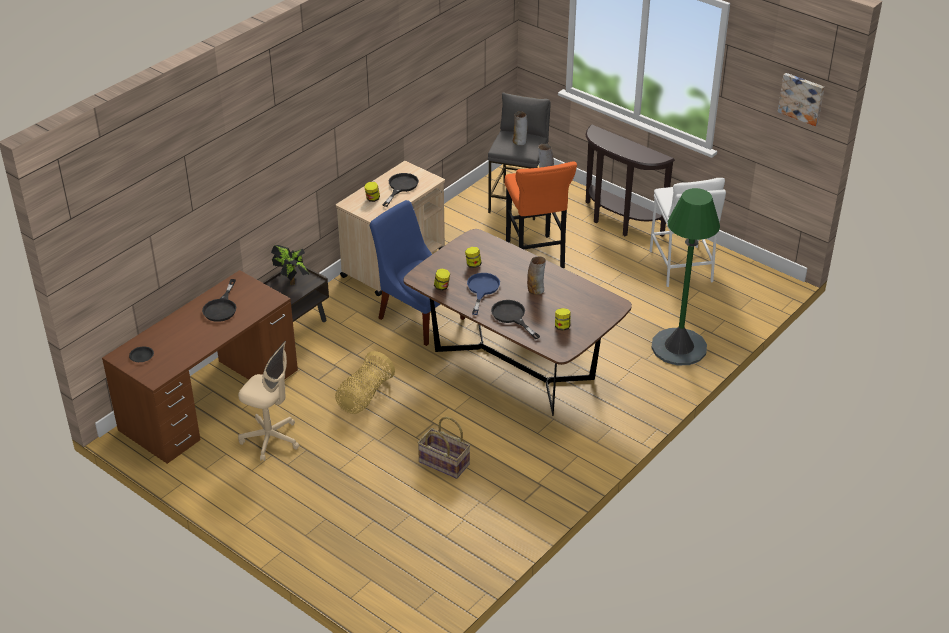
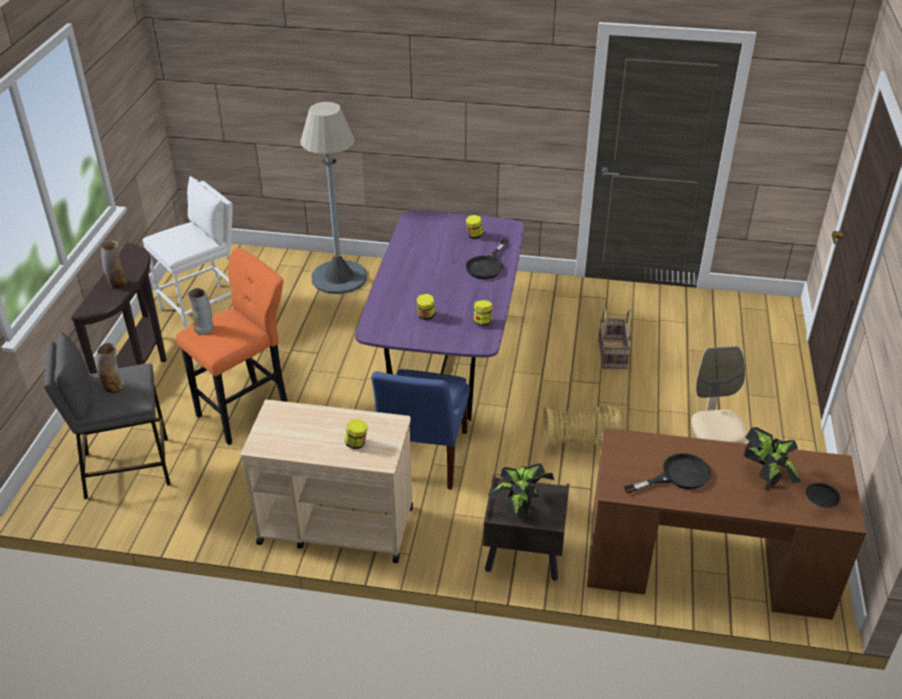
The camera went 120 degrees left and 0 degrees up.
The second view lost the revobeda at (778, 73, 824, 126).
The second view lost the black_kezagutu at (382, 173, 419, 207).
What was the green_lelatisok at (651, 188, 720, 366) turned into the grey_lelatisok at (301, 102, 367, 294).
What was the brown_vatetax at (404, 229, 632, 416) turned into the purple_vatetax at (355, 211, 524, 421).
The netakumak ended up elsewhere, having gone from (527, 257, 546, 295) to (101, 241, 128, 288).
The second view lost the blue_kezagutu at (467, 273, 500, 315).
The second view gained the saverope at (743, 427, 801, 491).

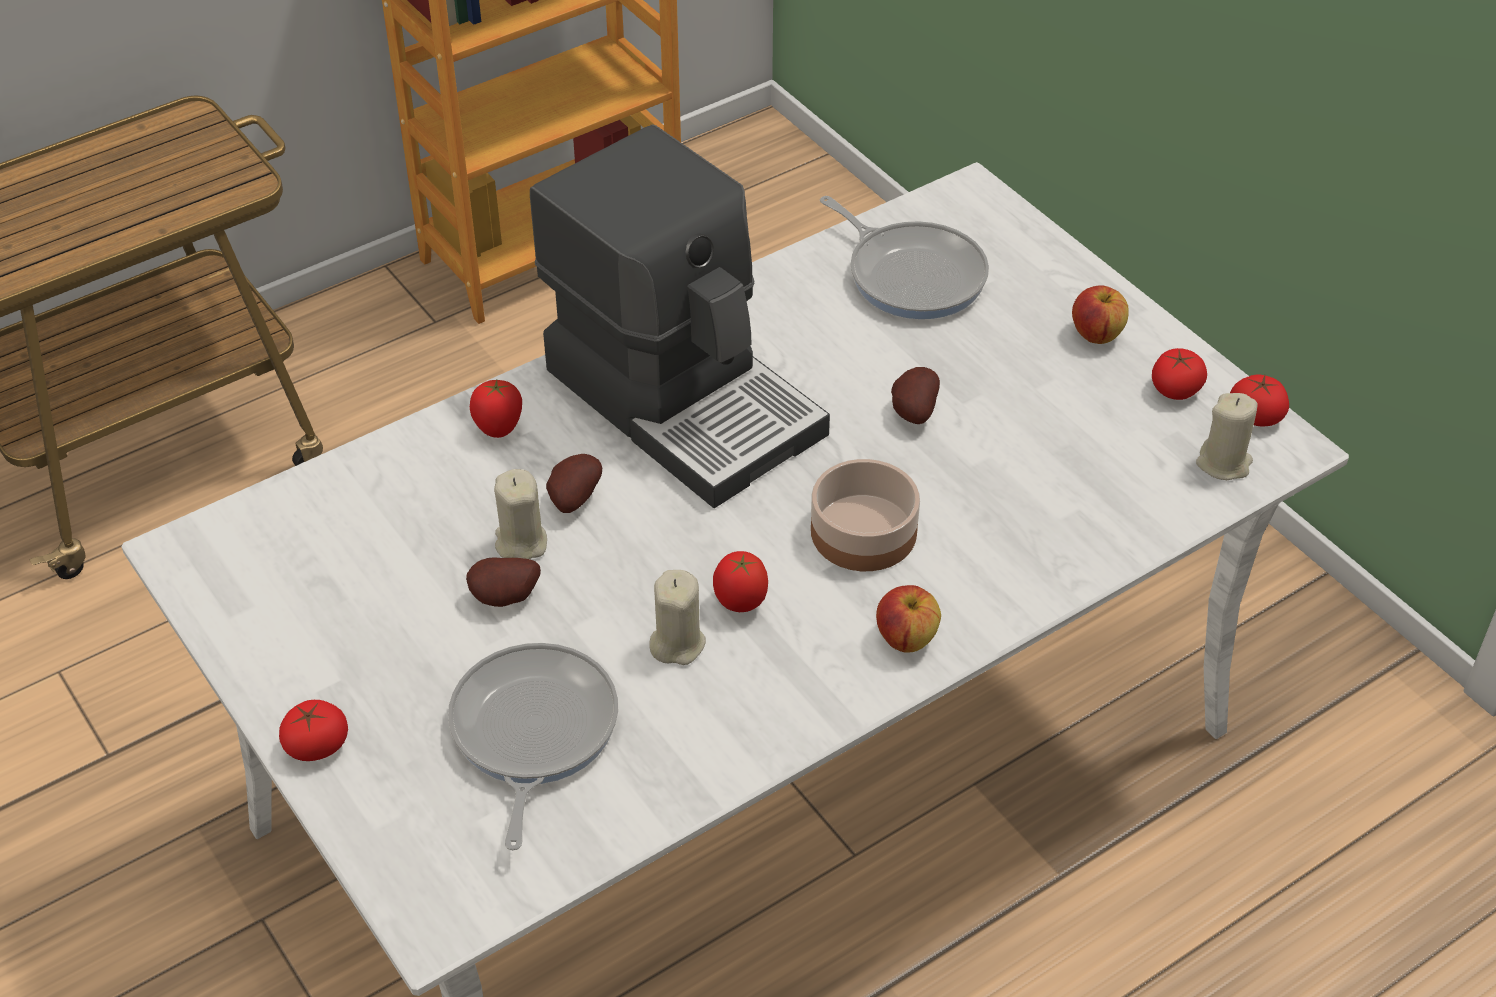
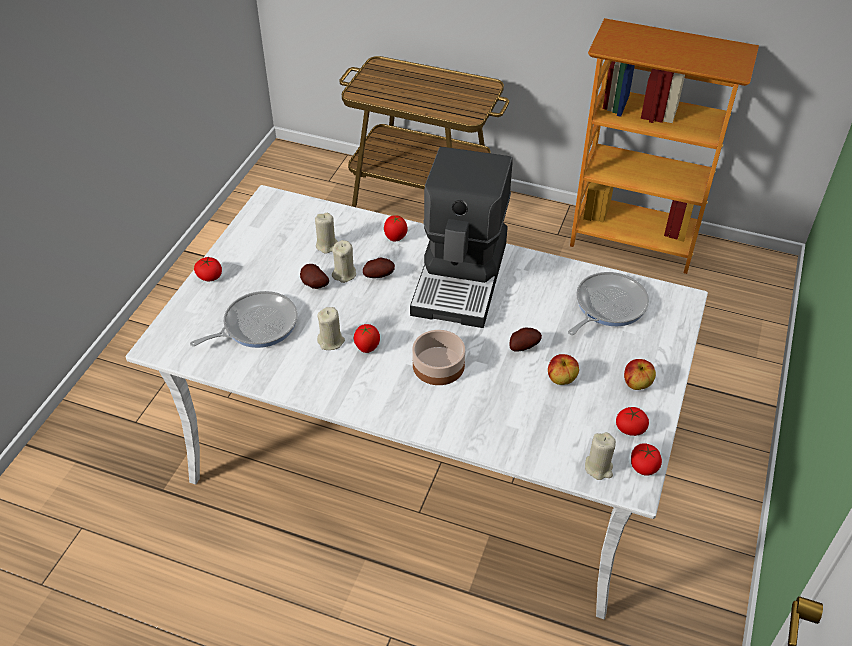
The camera went 55 degrees right and 0 degrees up.
The kezagutu at (820, 196, 989, 319) ended up facing another way, 150 degrees counterclockwise from before.
The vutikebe ended up elsewhere, having gone from (876, 585, 941, 653) to (548, 354, 579, 385).
The second view gained the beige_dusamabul at (315, 213, 338, 254).

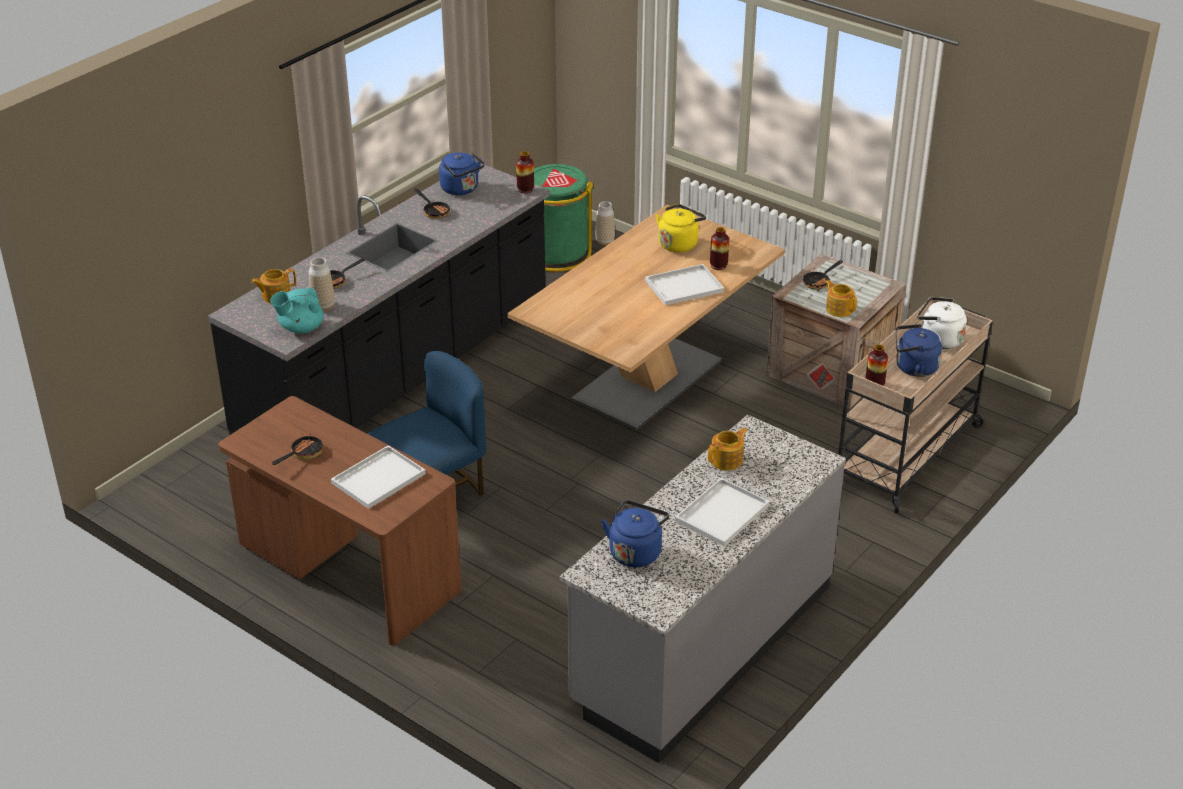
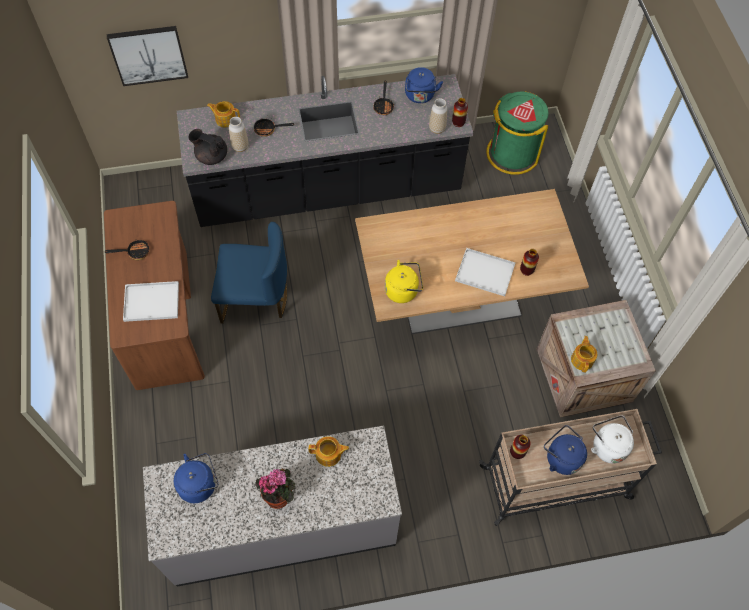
The camera went 40 degrees right and 25 degrees up.
The netakumak ended up elsewhere, having gone from (595, 201, 615, 246) to (429, 98, 447, 134).
The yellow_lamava ended up elsewhere, having gone from (656, 204, 706, 252) to (385, 260, 423, 303).
The second view lost the kezagutu at (803, 260, 843, 289).
What was the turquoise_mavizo at (271, 287, 324, 333) turned into the black_mavizo at (189, 129, 227, 165).
Where the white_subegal stood at (675, 478, 770, 546), the saverope came to stand at (255, 467, 295, 509).
The second view gained the revobeda at (107, 26, 188, 86).

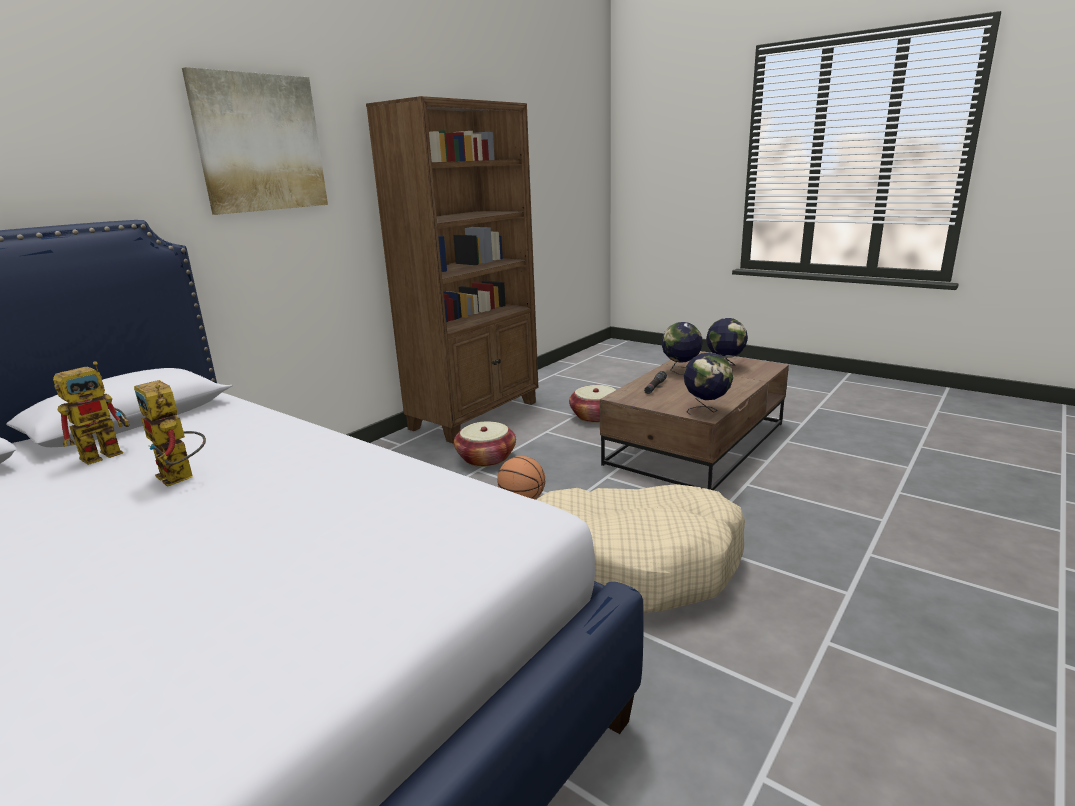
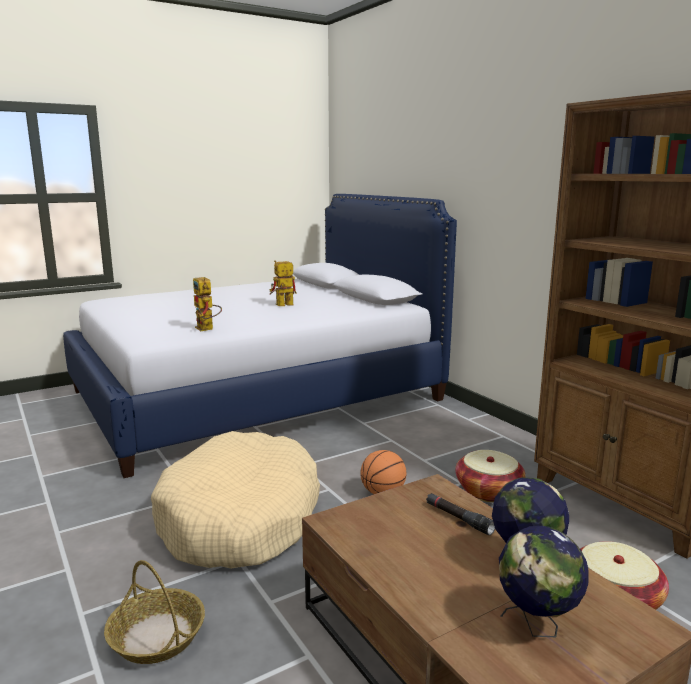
The camera went 110 degrees right and 5 degrees down.
The second view lost the revobeda at (182, 67, 328, 215).
The second view lost the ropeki at (684, 352, 733, 415).
The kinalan ended up elsewhere, having gone from (53, 361, 130, 465) to (193, 277, 222, 331).
The second view gained the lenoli at (104, 560, 205, 664).

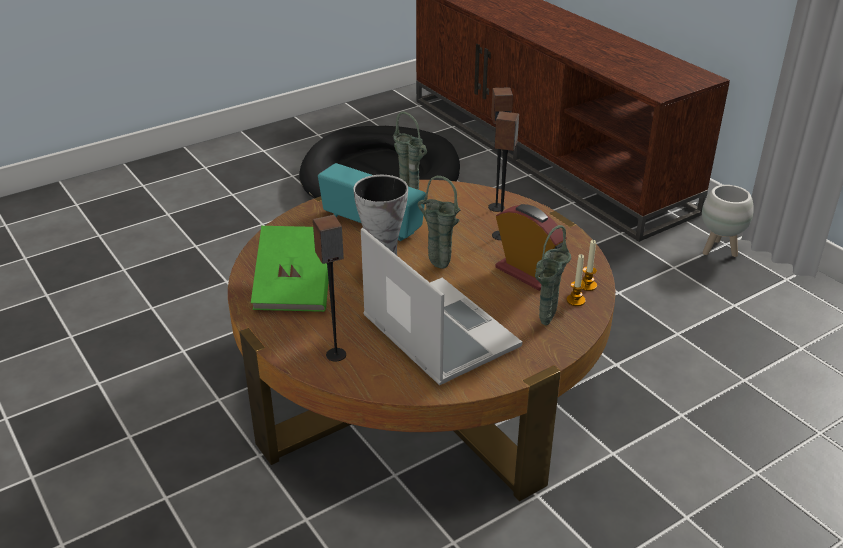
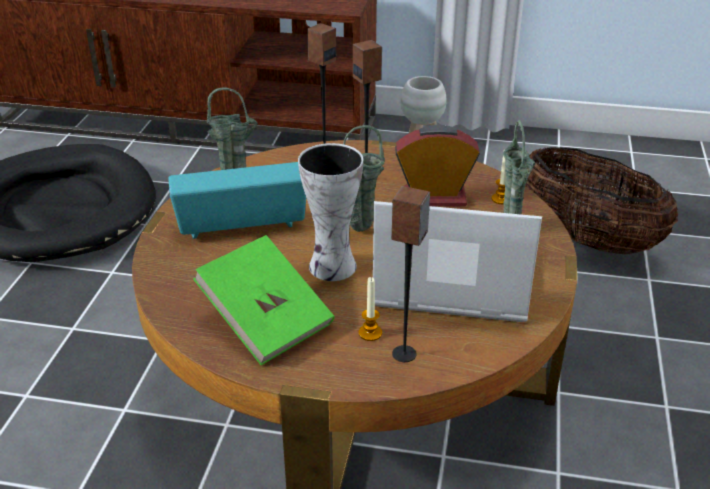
The camera went 45 degrees left and 0 degrees up.
The dusamabul ended up elsewhere, having gone from (581, 240, 597, 291) to (359, 277, 382, 341).
The second view gained the lenoli at (525, 147, 678, 254).

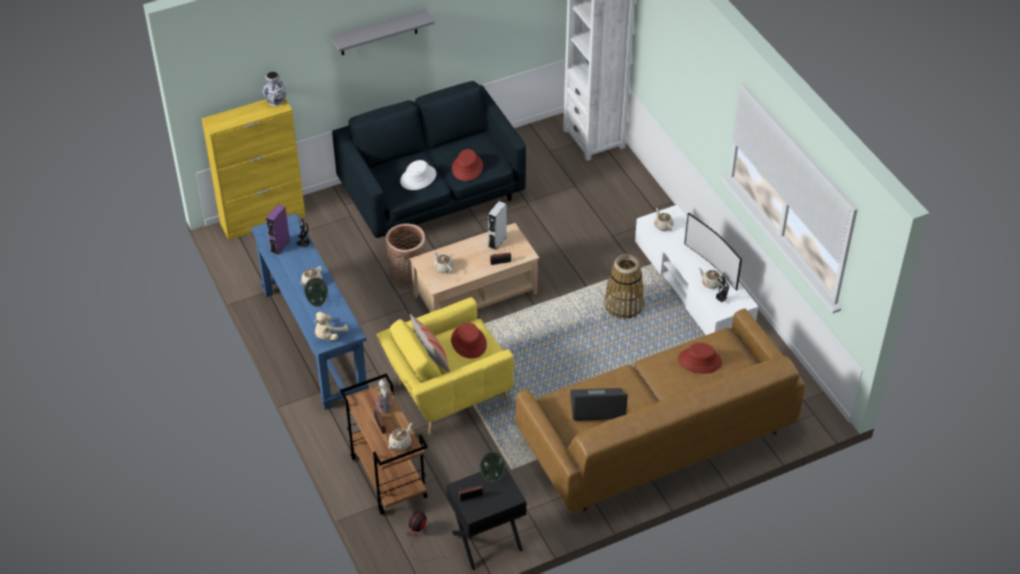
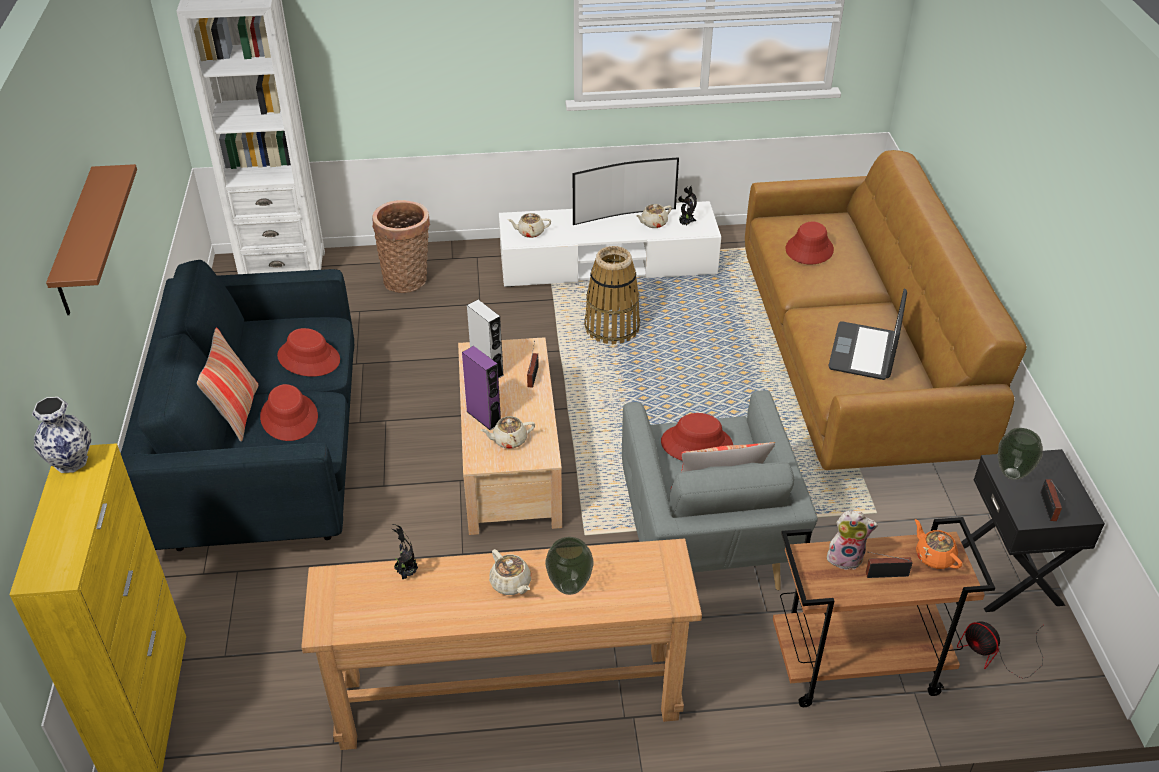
The camera went 70 degrees left and 5 degrees down.
What was the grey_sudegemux at (330, 9, 435, 55) turned into the brown_sudegemux at (46, 164, 137, 315).
What was the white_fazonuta at (400, 160, 436, 190) turned into the red_fazonuta at (260, 384, 318, 441).
The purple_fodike ended up elsewhere, having gone from (266, 204, 290, 255) to (462, 346, 501, 430).
What was the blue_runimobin at (251, 213, 369, 410) turned into the brown_runimobin at (301, 538, 702, 750).
The lenoli ended up elsewhere, having gone from (385, 224, 426, 287) to (372, 200, 430, 293).
What was the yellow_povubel at (377, 297, 514, 435) turned into the grey_povubel at (622, 390, 818, 591).
The second view lost the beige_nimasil at (314, 312, 348, 341).
What was the beige_mavizo at (388, 423, 412, 450) turned into the orange_mavizo at (915, 519, 962, 569).
The second view gained the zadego at (197, 327, 258, 442).

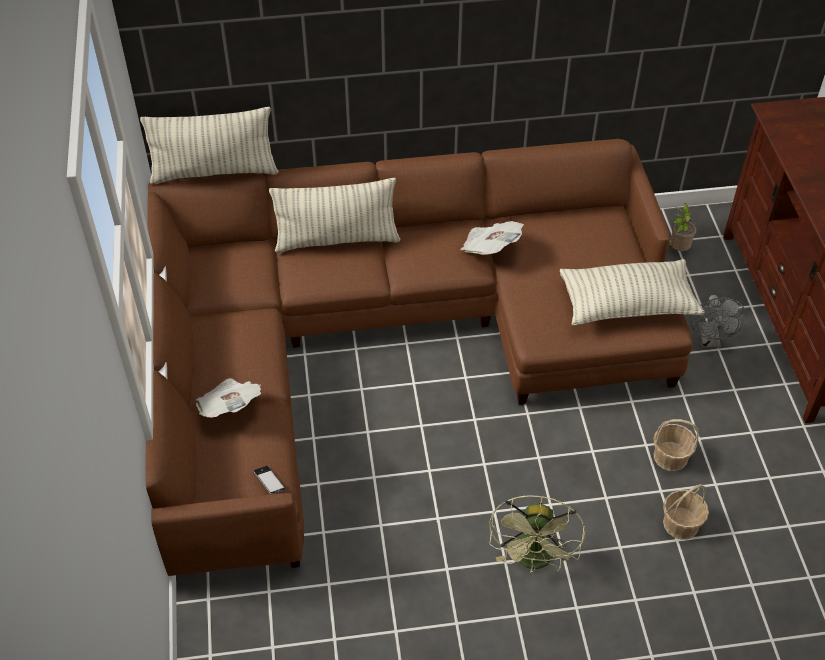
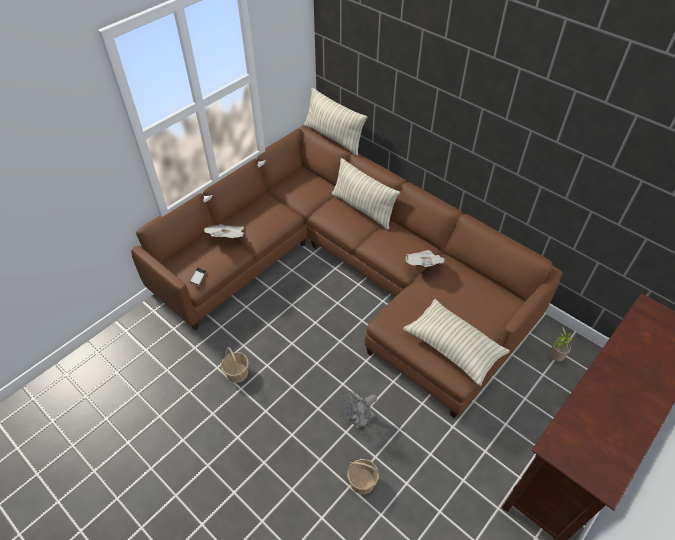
The camera went 50 degrees right and 0 degrees up.
The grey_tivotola ended up elsewhere, having gone from (691, 295, 747, 348) to (342, 391, 377, 429).
The lenoli ended up elsewhere, having gone from (653, 419, 699, 471) to (221, 347, 249, 383).
The second view lost the green_tivotola at (489, 495, 586, 573).

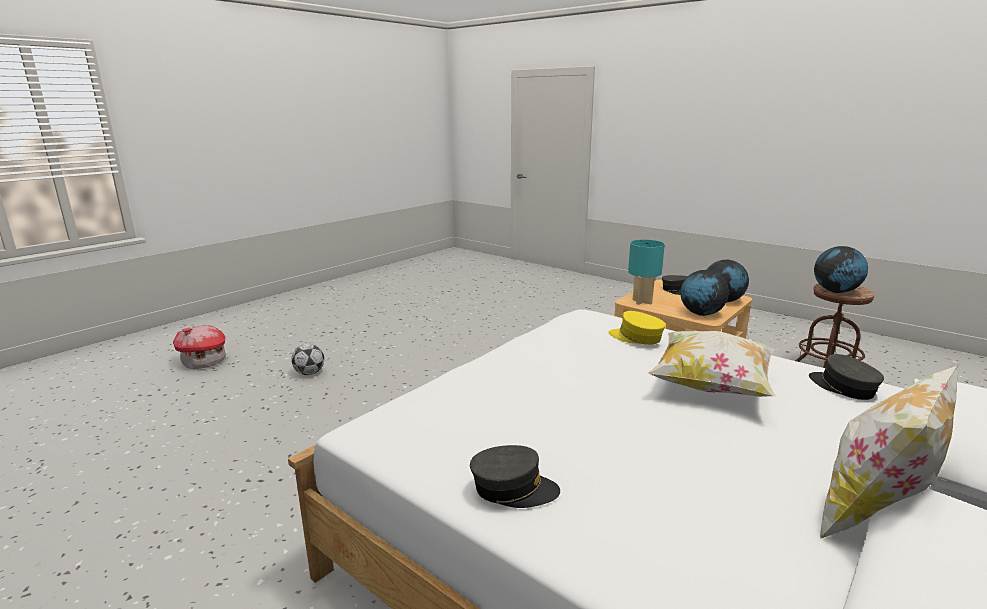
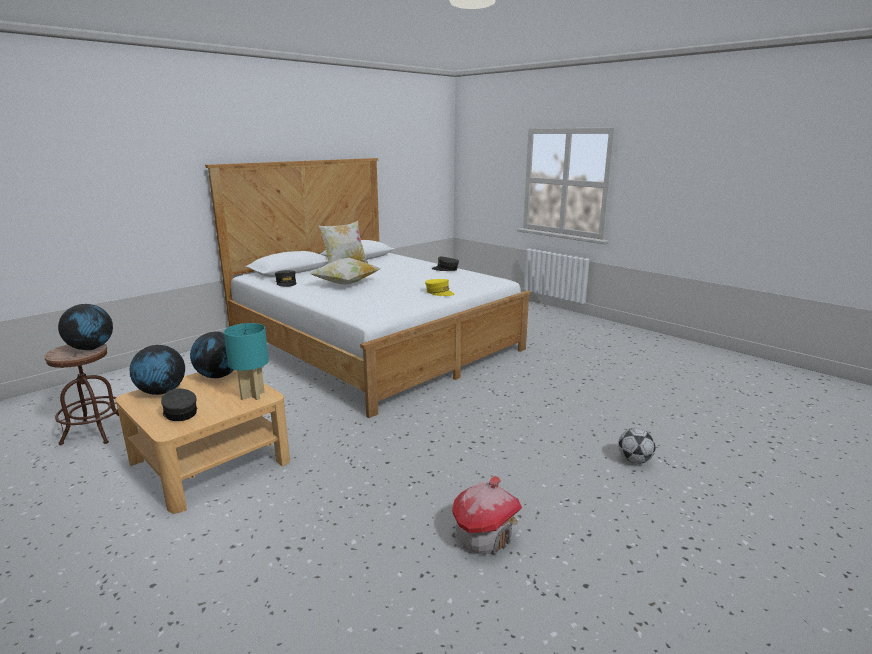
The camera went 175 degrees left and 0 degrees up.
The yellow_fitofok ended up elsewhere, having gone from (608, 311, 666, 345) to (425, 279, 454, 296).
The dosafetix ended up elsewhere, having gone from (173, 325, 226, 369) to (452, 476, 522, 555).

